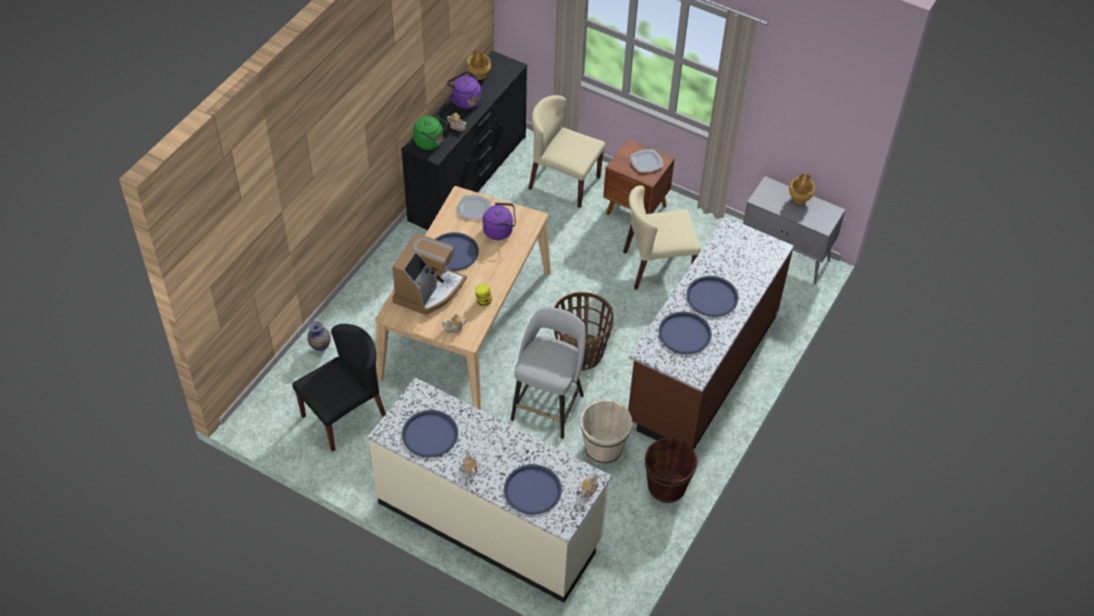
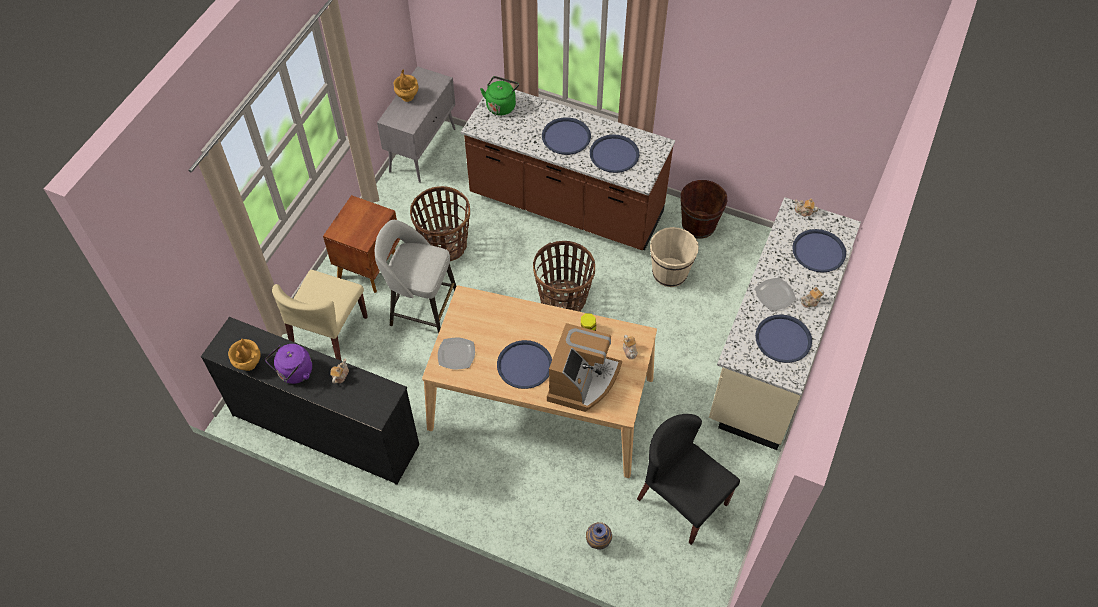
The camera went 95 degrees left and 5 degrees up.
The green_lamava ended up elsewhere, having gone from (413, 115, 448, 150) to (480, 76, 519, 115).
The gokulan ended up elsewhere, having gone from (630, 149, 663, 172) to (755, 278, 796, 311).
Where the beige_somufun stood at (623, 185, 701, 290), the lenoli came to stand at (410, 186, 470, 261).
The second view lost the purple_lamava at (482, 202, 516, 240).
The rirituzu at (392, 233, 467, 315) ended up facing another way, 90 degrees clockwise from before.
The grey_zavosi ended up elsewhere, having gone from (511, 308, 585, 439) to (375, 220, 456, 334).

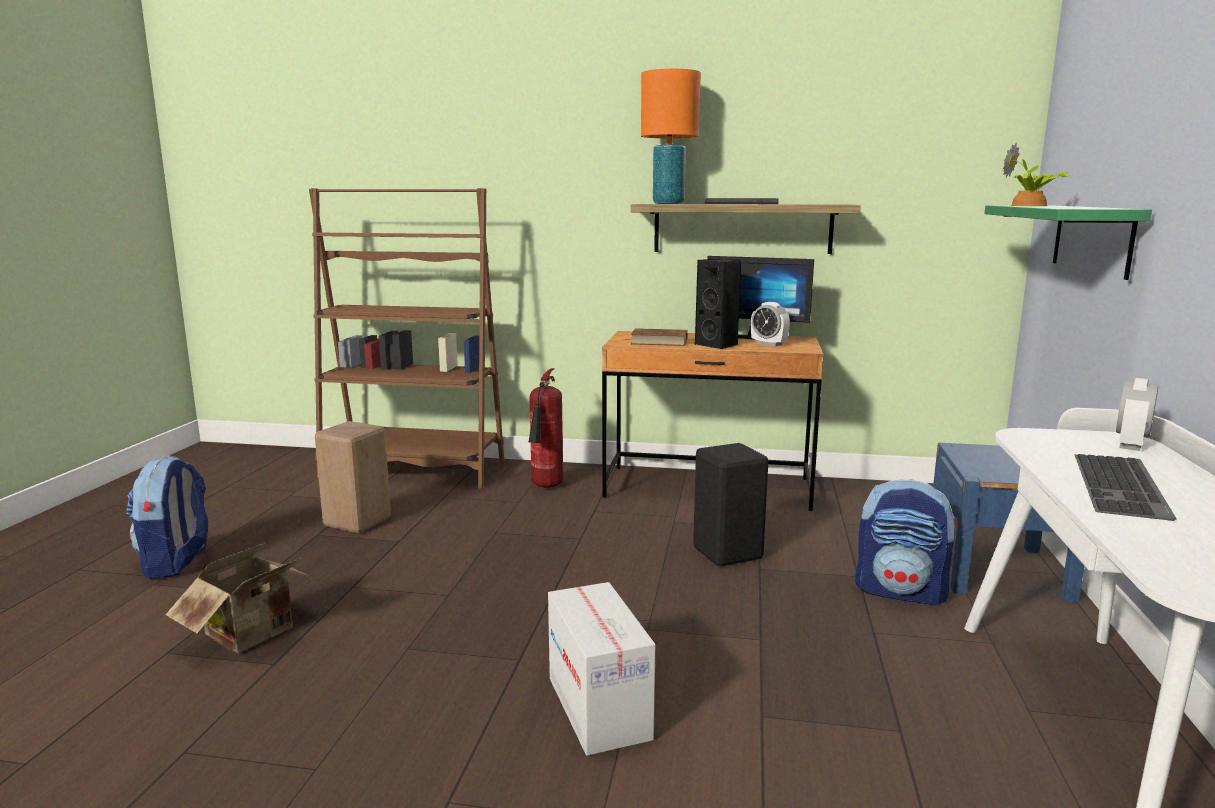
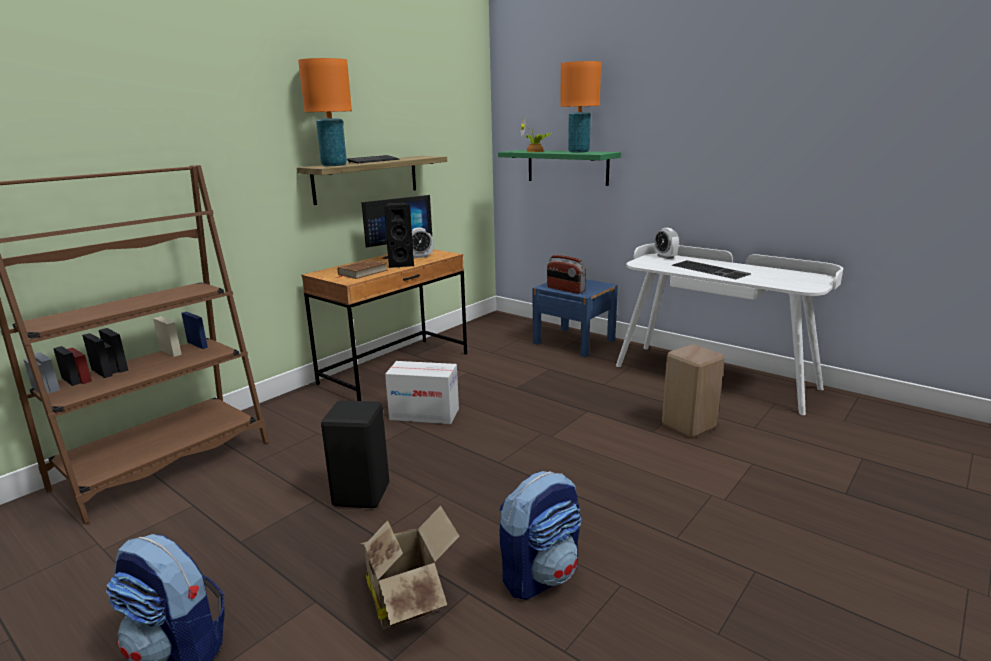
The camera went 60 degrees left and 5 degrees up.
The second view lost the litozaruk at (529, 368, 563, 488).
The beige_zavosi ended up elsewhere, having gone from (315, 421, 391, 533) to (662, 344, 724, 438).
The black_zavosi ended up elsewhere, having gone from (693, 443, 768, 566) to (321, 400, 389, 508).
The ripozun ended up elsewhere, having gone from (855, 479, 958, 606) to (499, 471, 582, 600).
The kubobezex ended up elsewhere, having gone from (548, 582, 655, 756) to (385, 361, 459, 424).
The second view gained the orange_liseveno at (560, 61, 601, 153).
The second view gained the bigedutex at (547, 255, 586, 294).

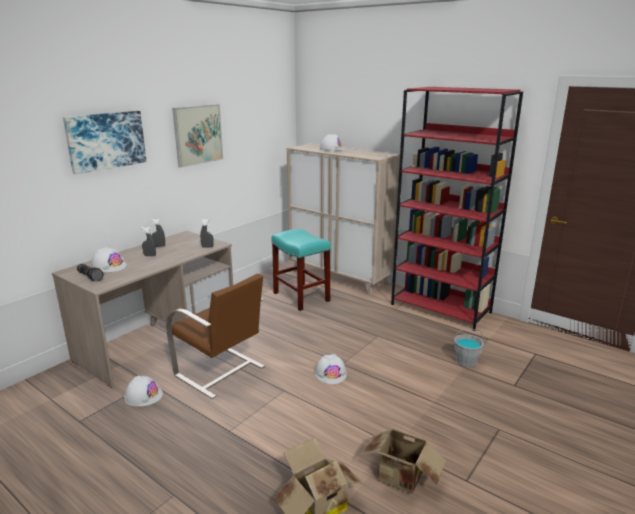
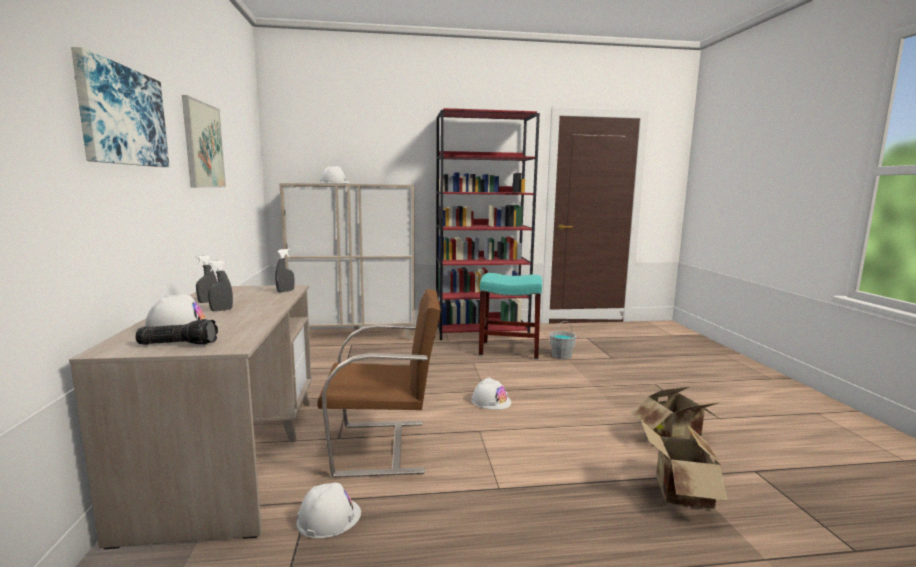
The camera went 45 degrees left and 10 degrees down.
The turquoise_zavosi ended up elsewhere, having gone from (272, 229, 331, 311) to (479, 273, 542, 359).

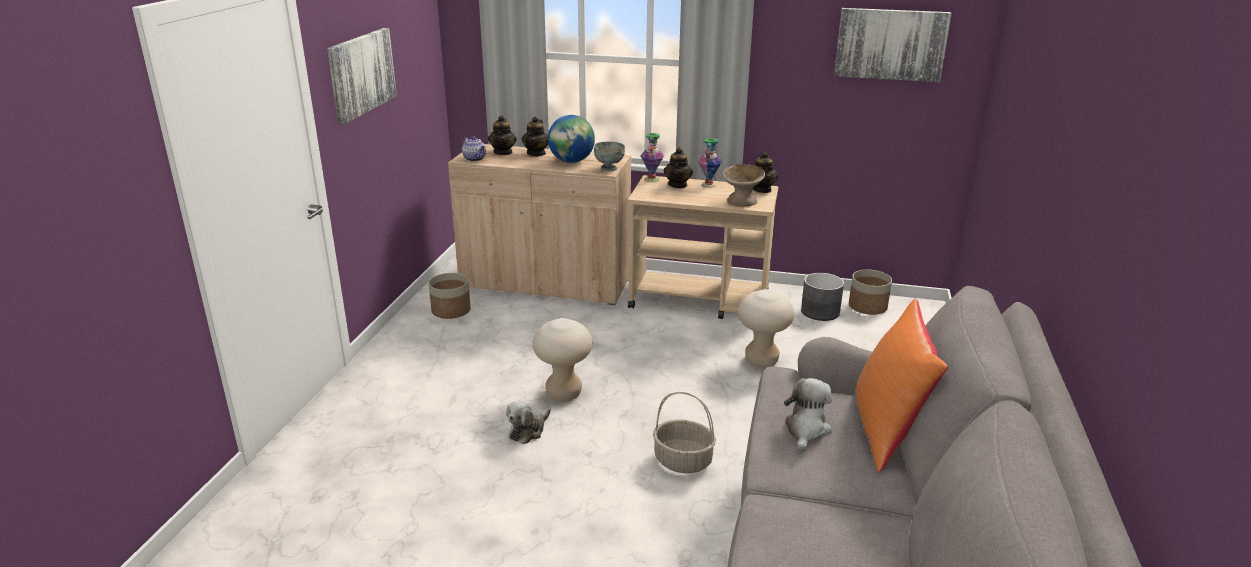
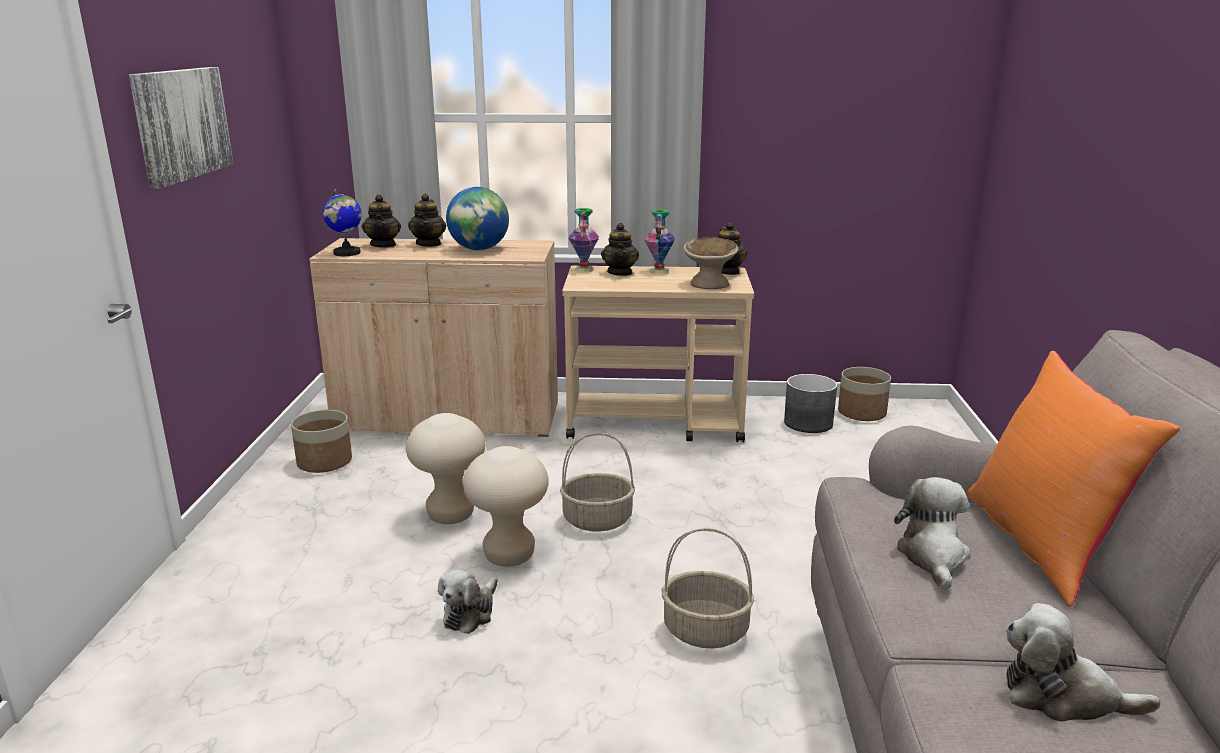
The camera went 10 degrees left and 5 degrees down.
The second view lost the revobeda at (834, 8, 952, 82).
Where the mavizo stood at (462, 136, 486, 161), the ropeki came to stand at (323, 189, 362, 256).
The second view lost the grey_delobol at (594, 142, 625, 171).
The beige_zavosi ended up elsewhere, having gone from (738, 289, 794, 368) to (406, 413, 485, 524).
The second view gained the lenoli at (560, 433, 635, 532).
The second view gained the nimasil at (1006, 603, 1161, 722).

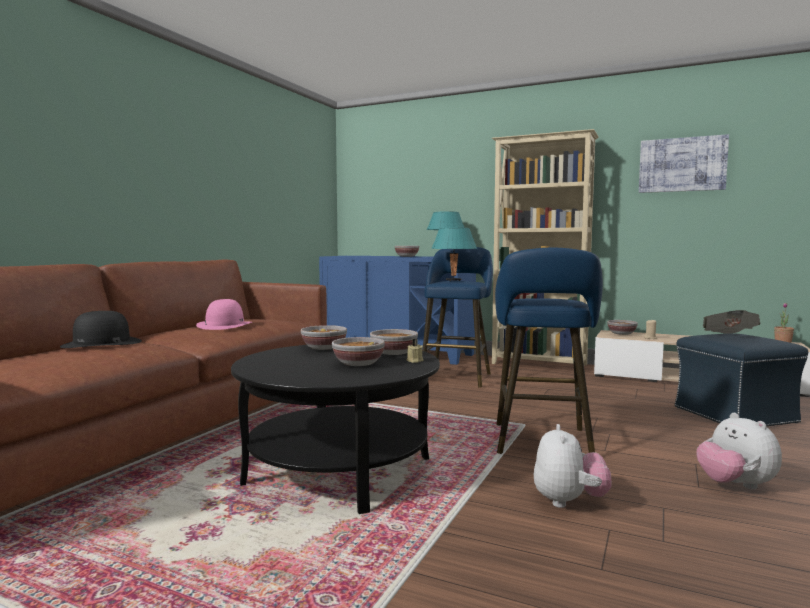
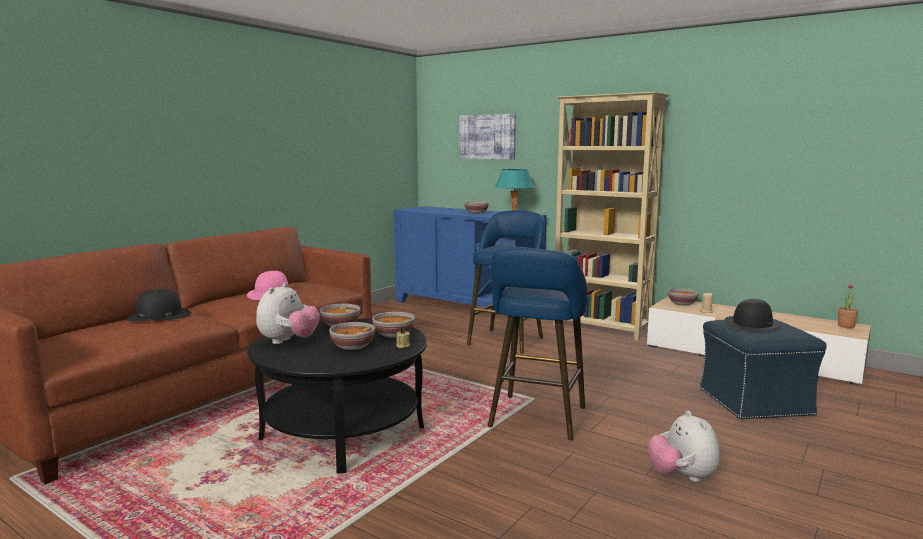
The camera went 10 degrees right and 5 degrees up.
The revobeda ended up elsewhere, having gone from (639, 134, 729, 193) to (459, 114, 516, 159).
The second view lost the turquoise_liseveno at (431, 228, 477, 281).
Where the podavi stood at (703, 310, 761, 333), the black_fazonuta came to stand at (724, 299, 782, 332).
The nimasil ended up elsewhere, having gone from (534, 424, 612, 508) to (256, 283, 320, 344).

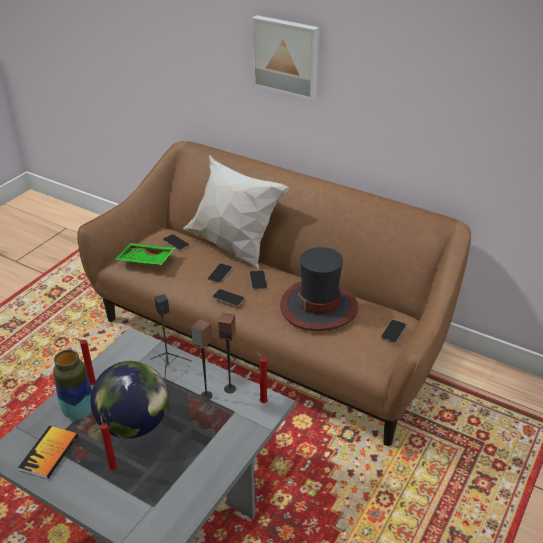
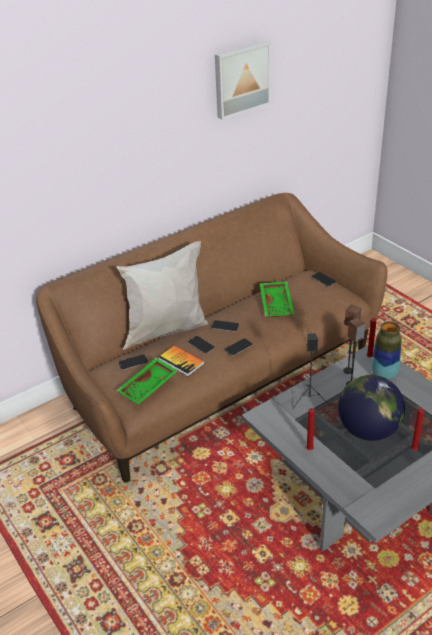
The camera went 65 degrees left and 0 degrees up.
The revobeda ended up elsewhere, having gone from (252, 15, 319, 100) to (215, 41, 271, 120).
Where the fazonuta stood at (280, 247, 358, 331), the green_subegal came to stand at (260, 281, 294, 317).
The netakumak ended up elsewhere, having gone from (53, 350, 92, 420) to (372, 322, 402, 380).
The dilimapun ended up elsewhere, having gone from (18, 426, 78, 479) to (159, 345, 205, 376).

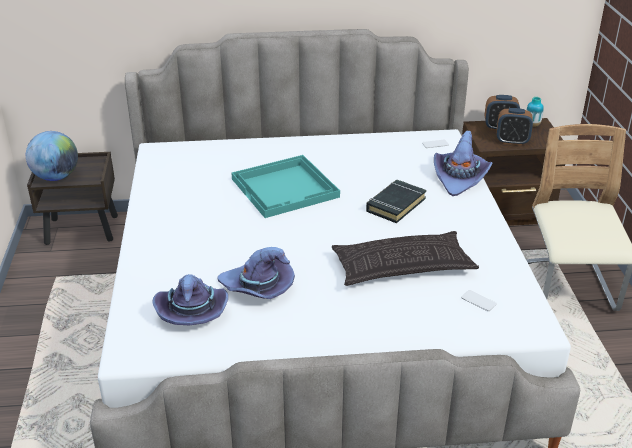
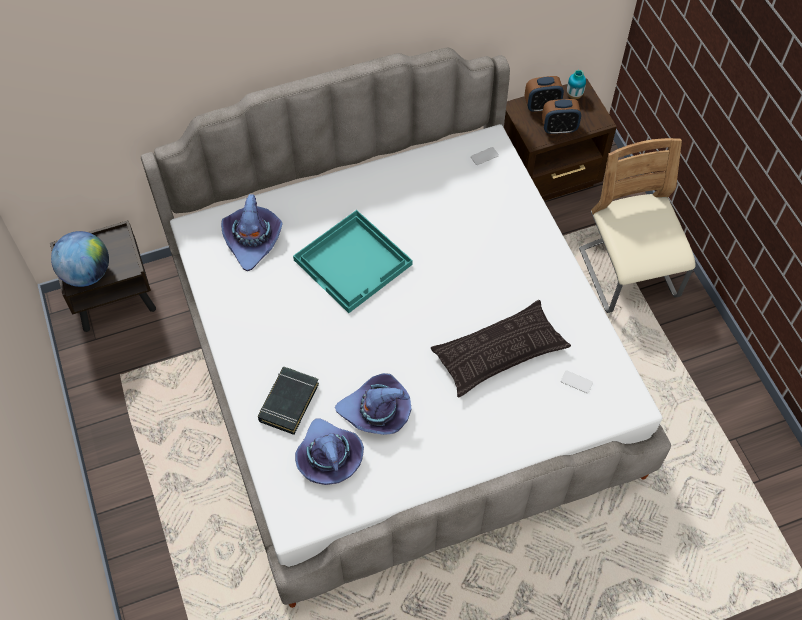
The camera went 15 degrees left and 25 degrees up.
The purple_fazonuta ended up elsewhere, having gone from (434, 130, 493, 196) to (221, 194, 283, 271).
The black_dilimapun ended up elsewhere, having gone from (366, 180, 426, 223) to (258, 367, 319, 435).

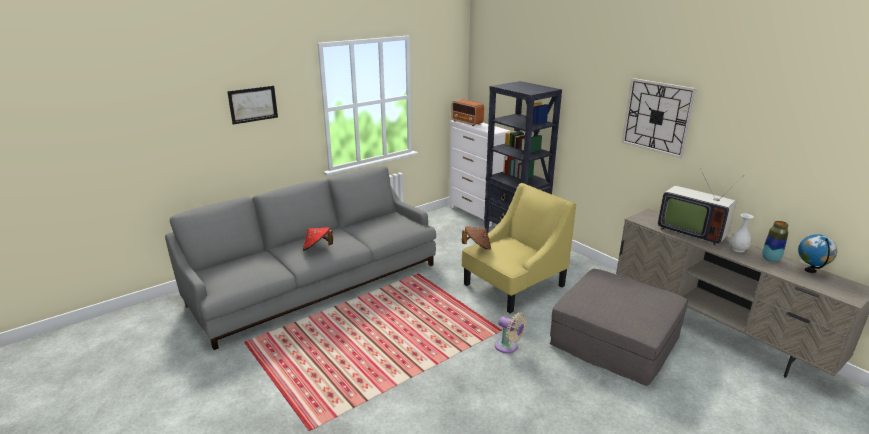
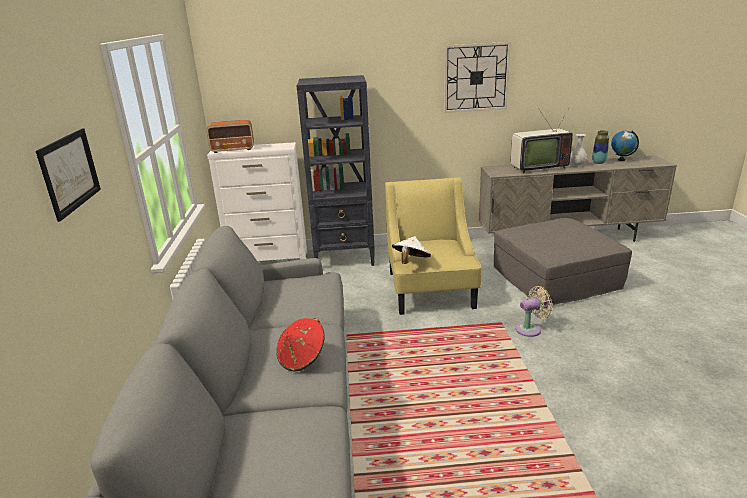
The camera went 55 degrees left and 0 degrees up.
What was the brown_fazonuta at (462, 226, 491, 250) turned into the white_fazonuta at (392, 236, 431, 264).

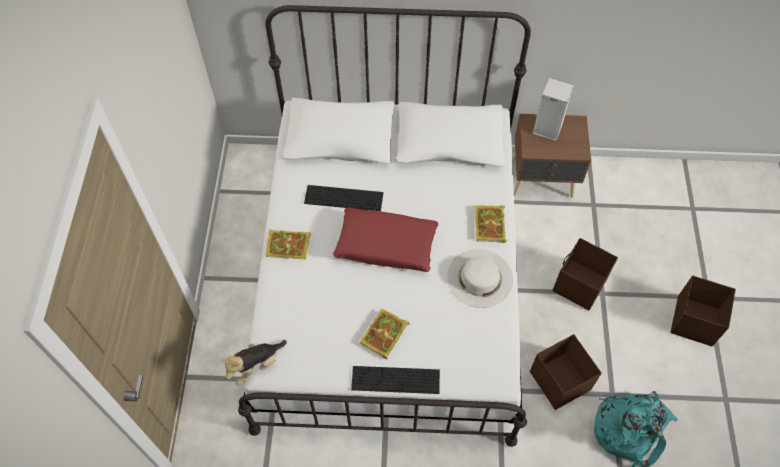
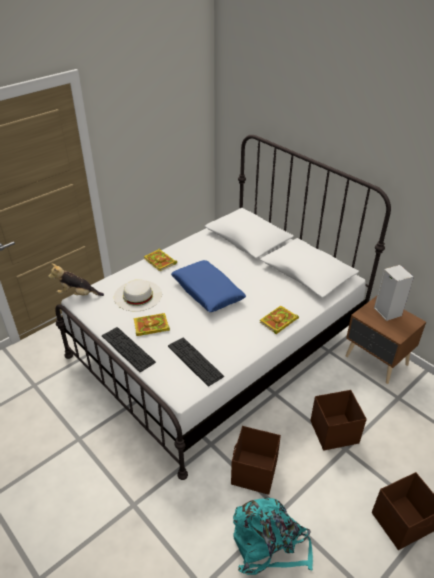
The camera went 45 degrees right and 20 degrees down.
The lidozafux ended up elsewhere, having gone from (304, 185, 383, 211) to (168, 337, 224, 387).
What was the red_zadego at (333, 207, 438, 272) turned into the blue_zadego at (171, 260, 246, 312).
The white_fazonuta ended up elsewhere, having gone from (447, 249, 513, 308) to (114, 279, 162, 312).

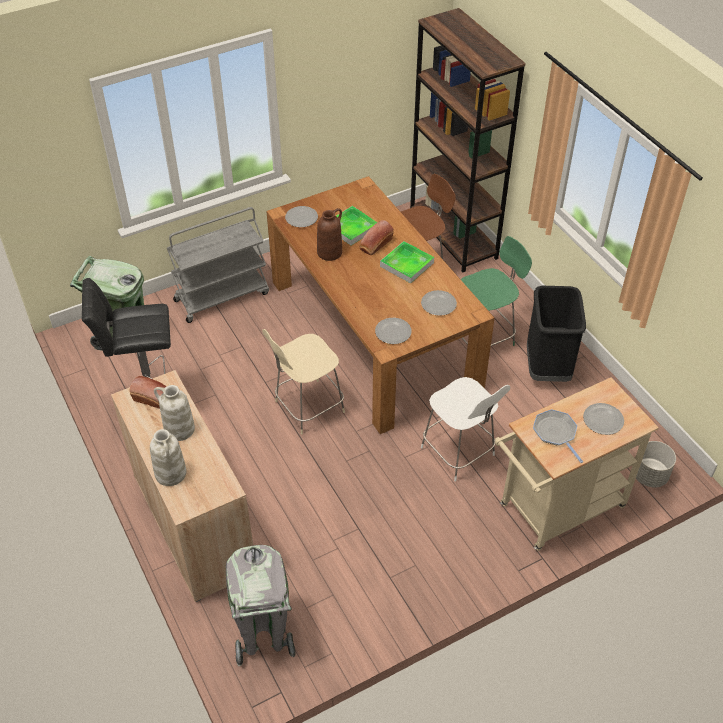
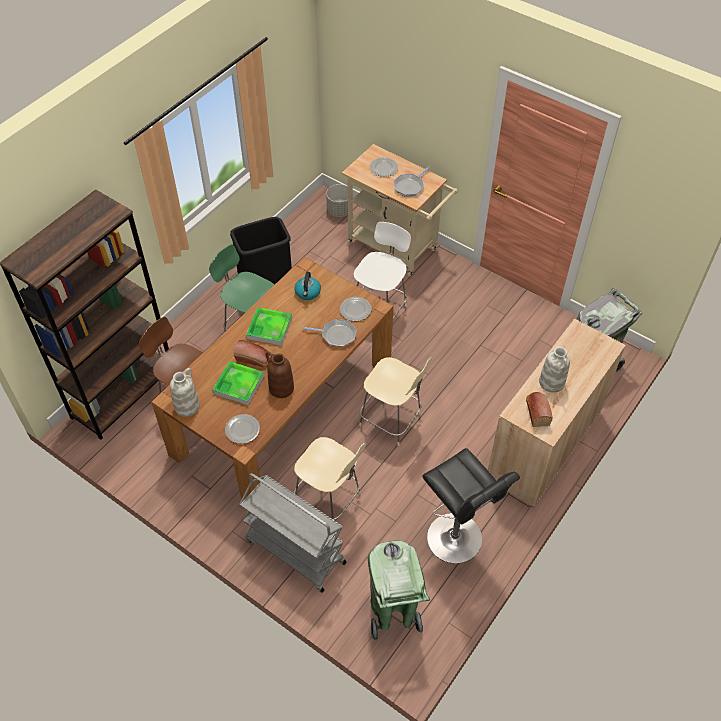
The camera went 115 degrees left and 5 degrees up.
Where the gokulan stood at (421, 290, 457, 316), the lamava came to stand at (295, 272, 321, 300).
The white_netakumak ended up elsewhere, having gone from (150, 429, 187, 486) to (170, 368, 200, 417).
The second view gained the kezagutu at (302, 319, 357, 347).
The second view gained the beige_somufun at (294, 437, 366, 520).

